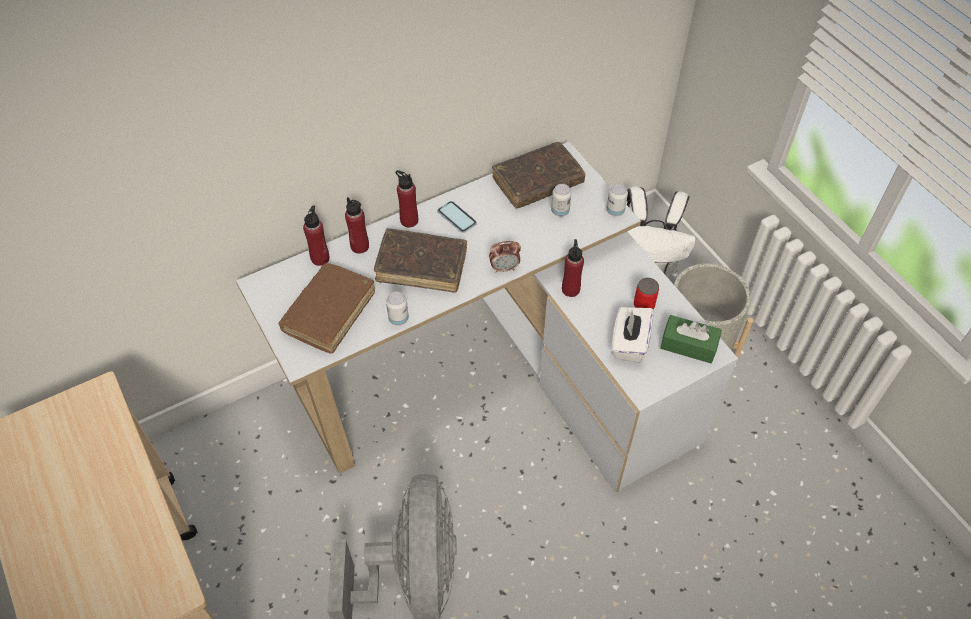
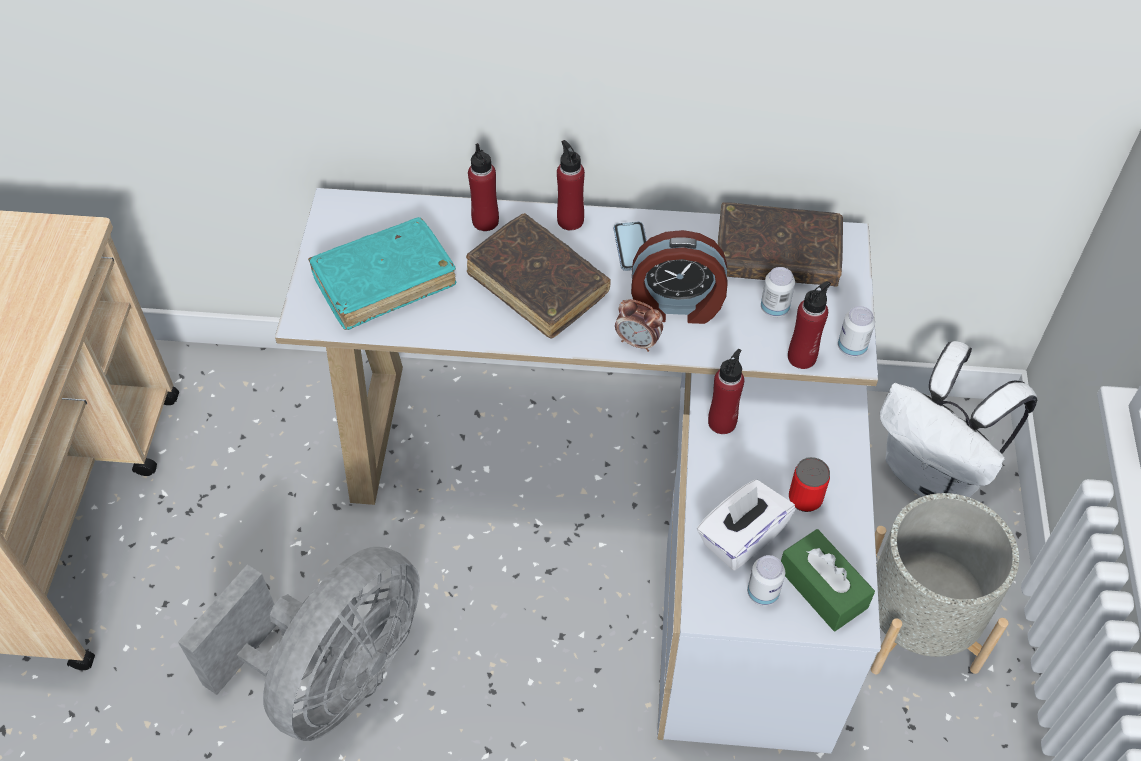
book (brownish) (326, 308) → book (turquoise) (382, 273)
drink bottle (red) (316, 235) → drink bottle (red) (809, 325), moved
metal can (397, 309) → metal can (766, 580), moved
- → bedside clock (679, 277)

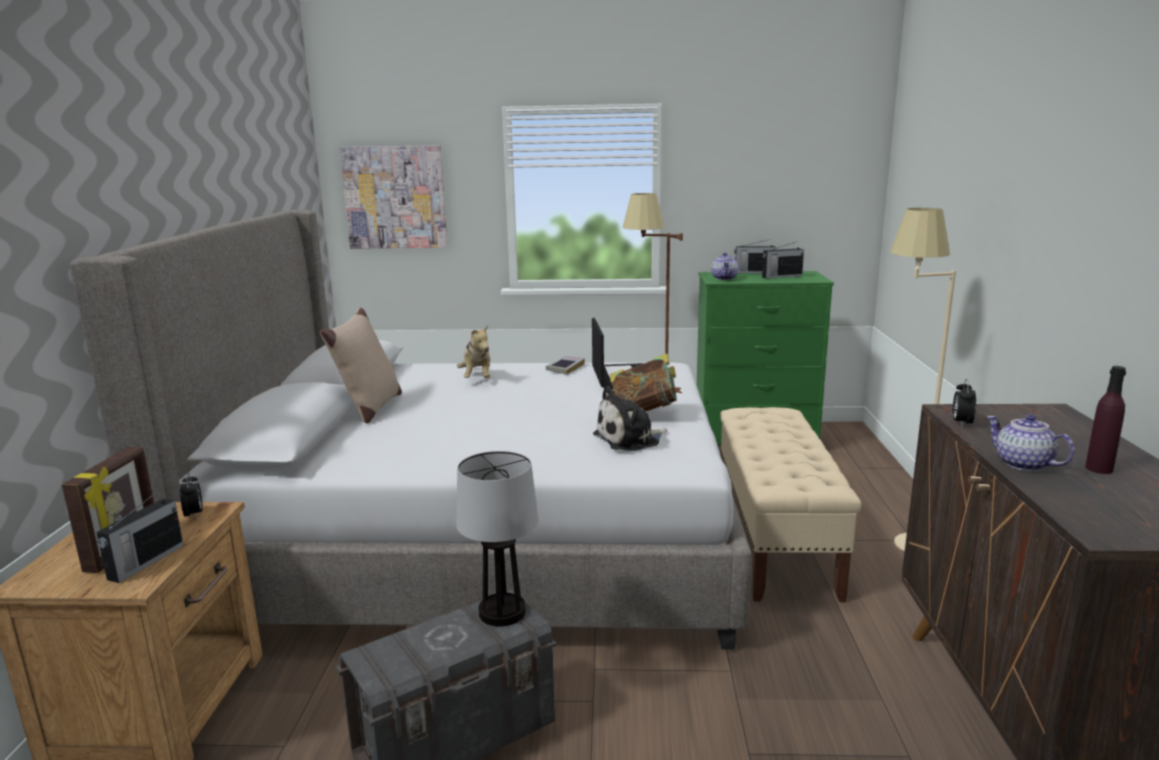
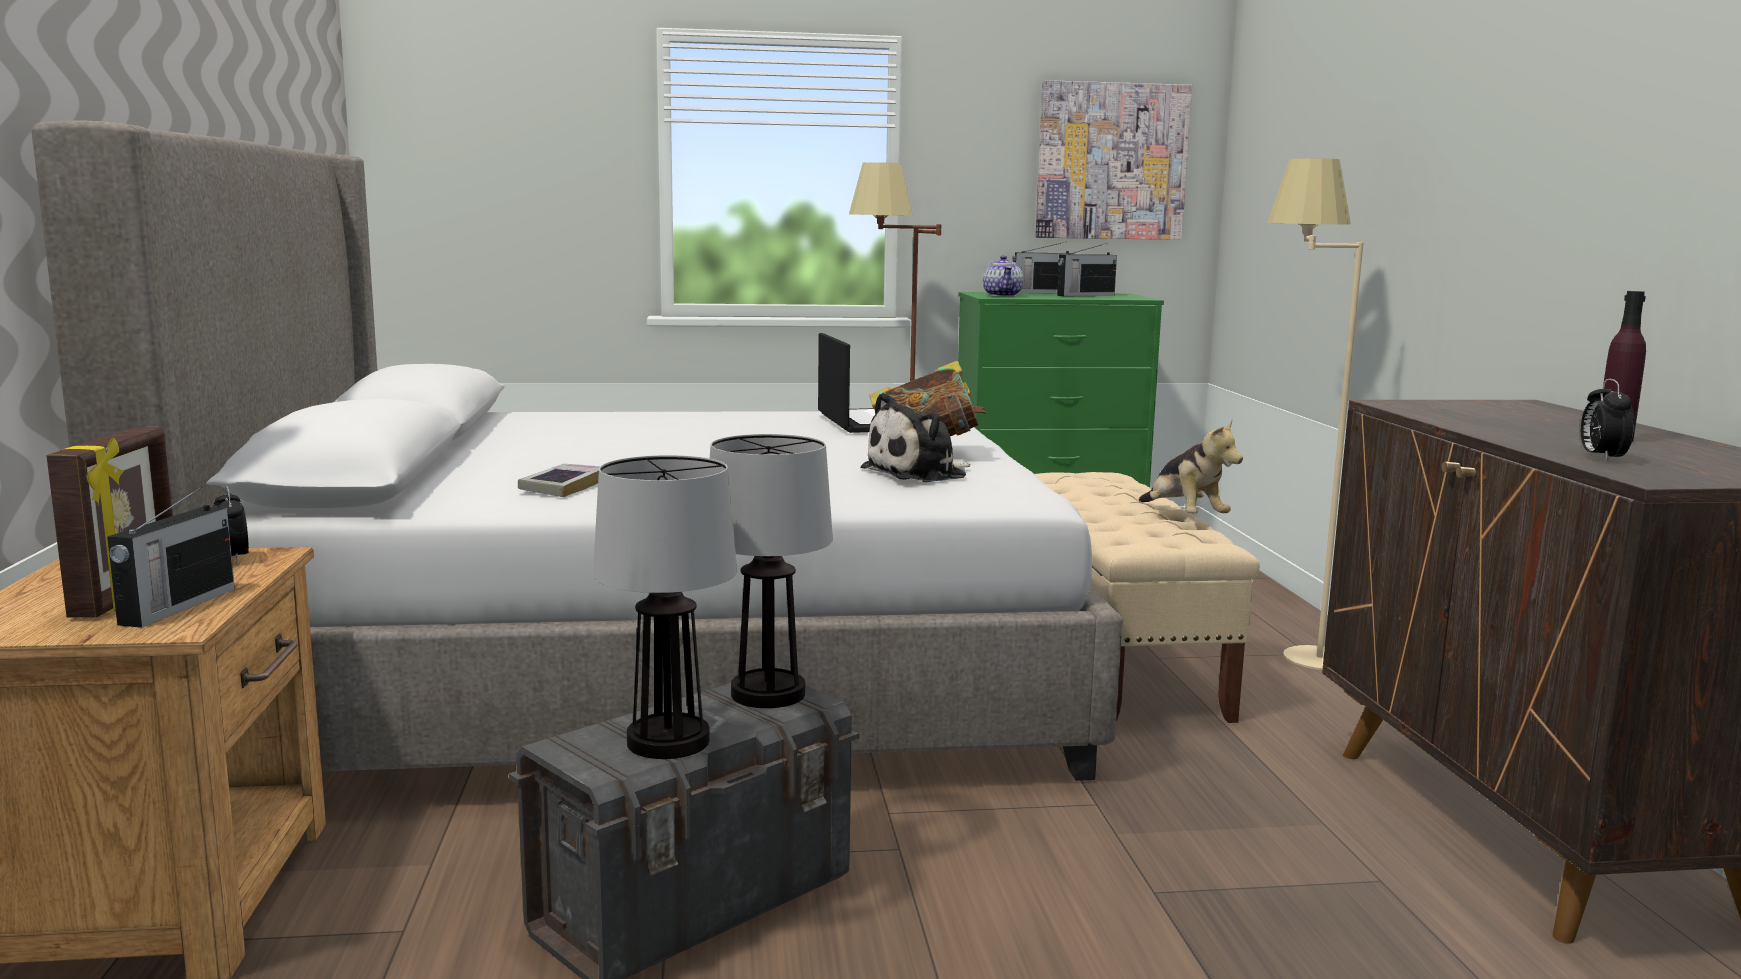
cushion (beige-coloured) (361, 366) → -
picture (394, 197) → picture (1114, 160), moved
plush toy (473, 351) → plush toy (1191, 466), moved
book (565, 365) → book (559, 480), moved
bedside clock (964, 403) → bedside clock (1608, 420), moved
tea pot (1030, 443) → -
- → tabletop lamp (665, 607)

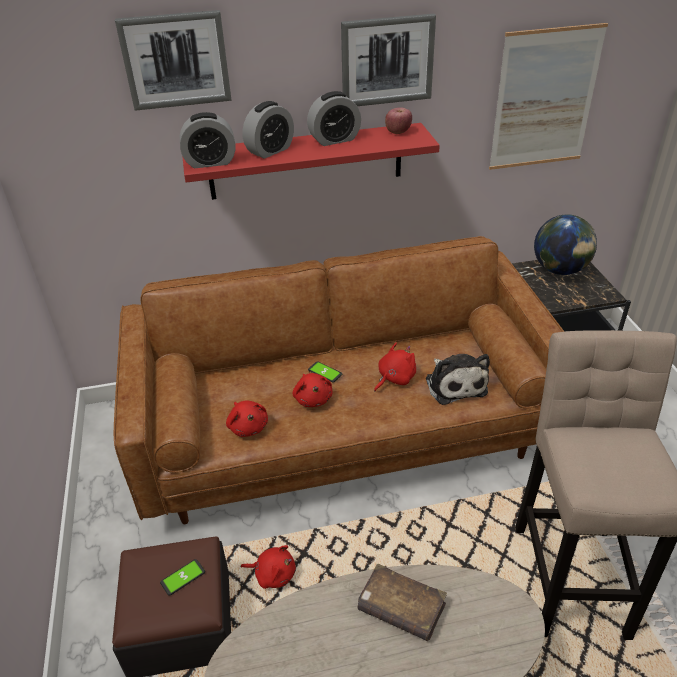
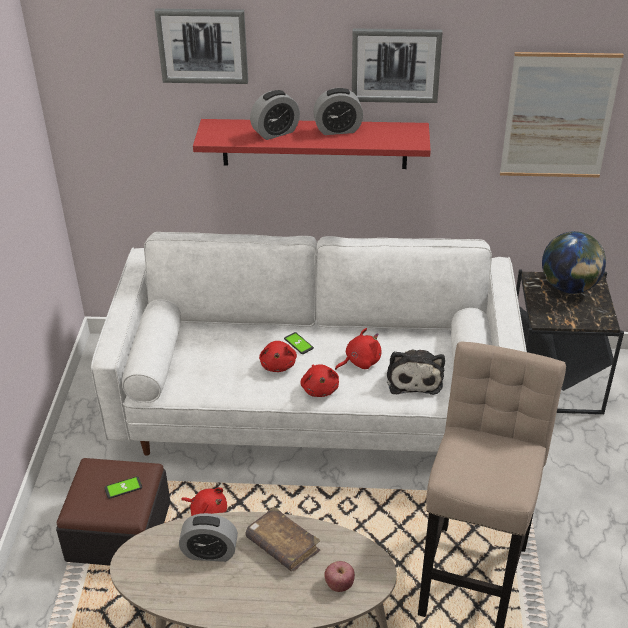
couch (brownish) (339, 380) → couch (white-coloured) (309, 344)
bedside clock (207, 140) → bedside clock (208, 537), moved
plush toy (red) (247, 419) → plush toy (red) (319, 380), moved
apple fruit (398, 120) → apple fruit (339, 576), moved

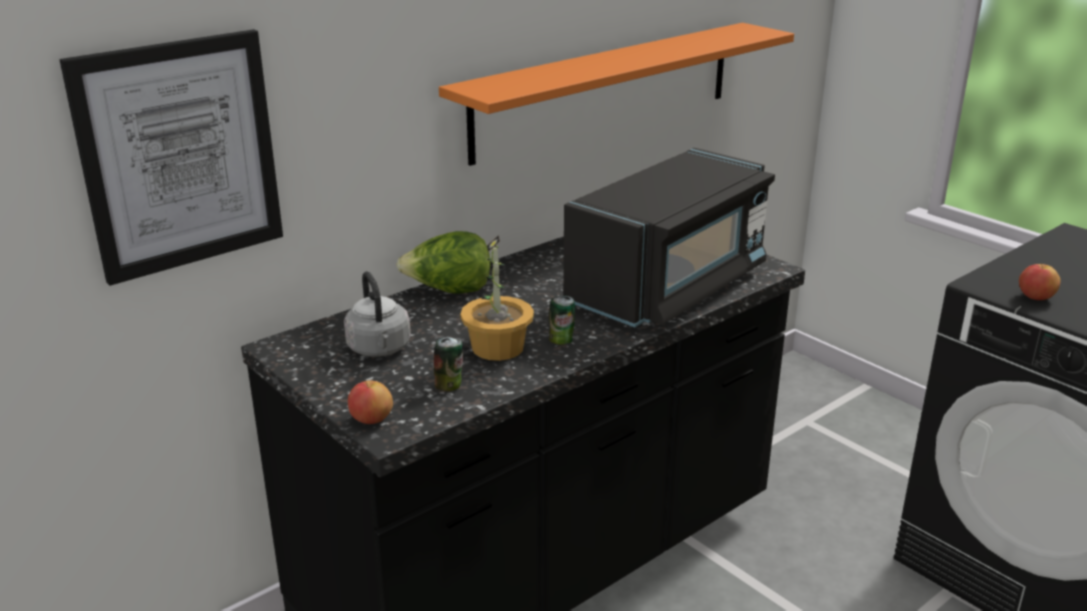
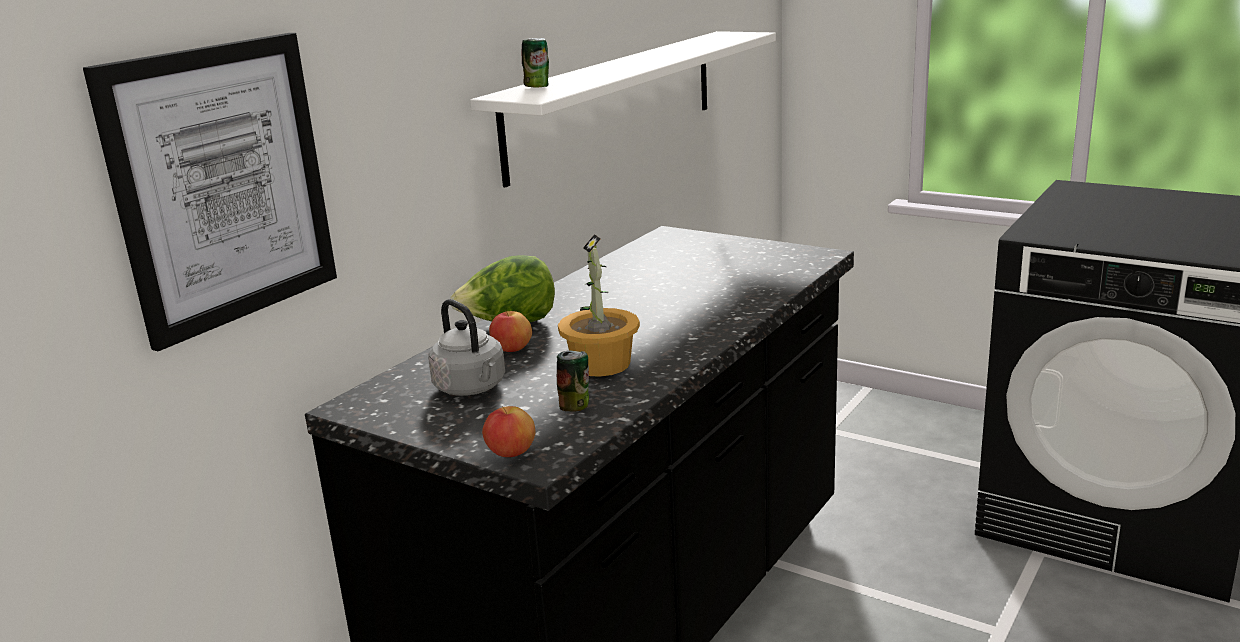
wall shelf (orangey) (616, 94) → wall shelf (white-coloured) (623, 109)
metal can (562, 320) → metal can (535, 62), moved
microwave oven (blackish) (669, 237) → -
apple fruit (1040, 282) → apple fruit (510, 331), moved

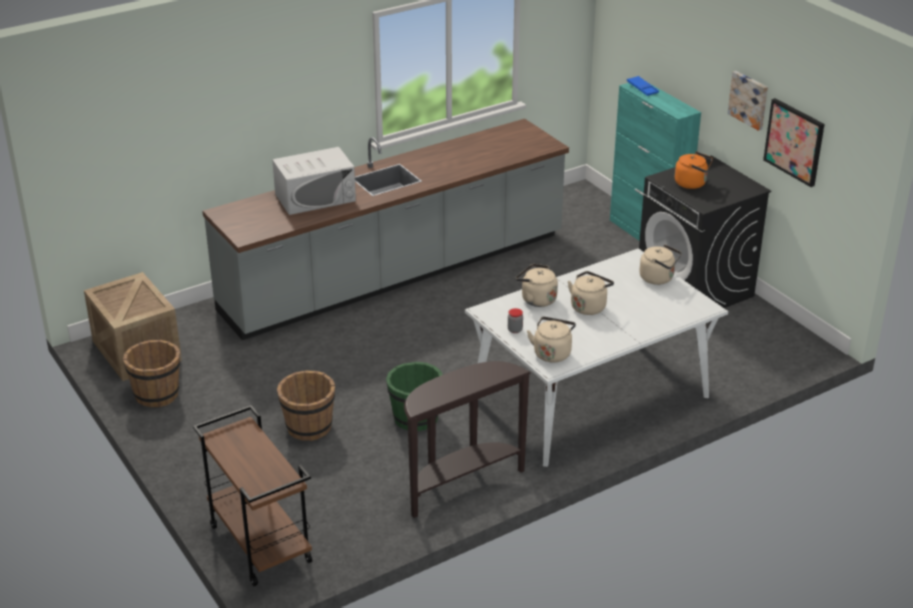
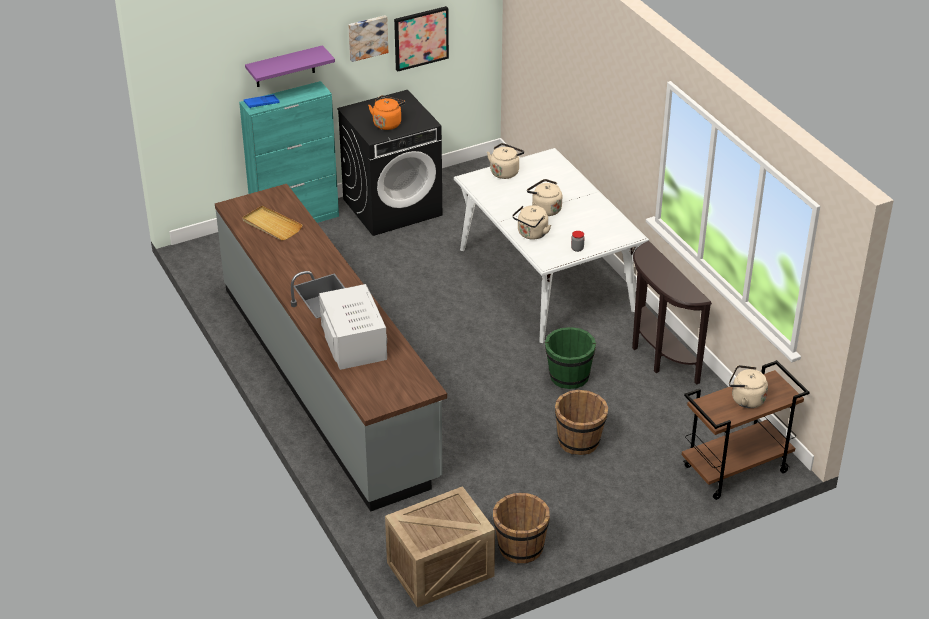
tea kettle (beige-coloured) (551, 340) → tea kettle (beige-coloured) (748, 386), moved
- → tray (beige-coloured) (272, 223)
- → wall shelf (purple-coloured) (290, 66)

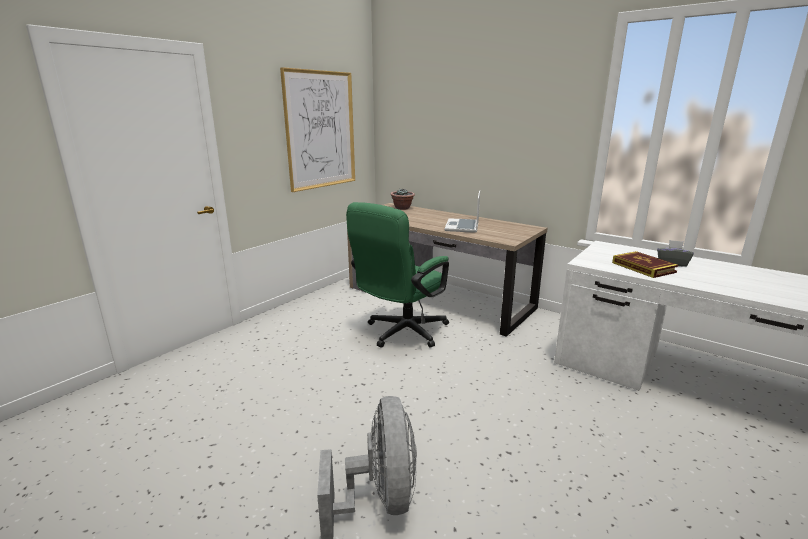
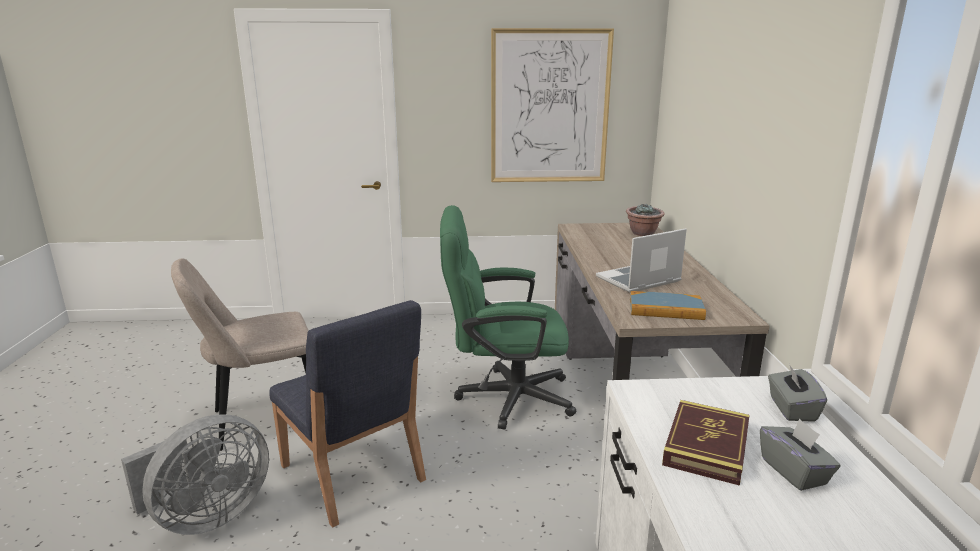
- → upright chair (beige-coloured) (240, 354)
- → upright chair (bluish) (347, 413)
- → book (668, 305)
- → box of tissues (greyish) (797, 394)

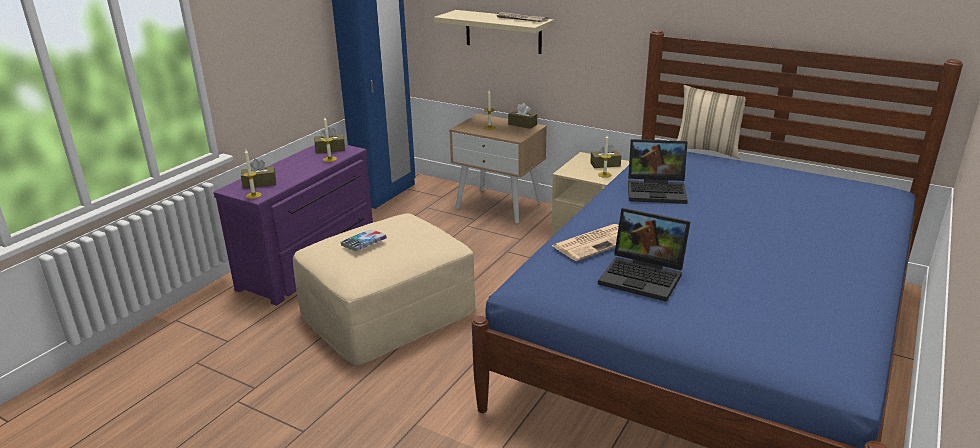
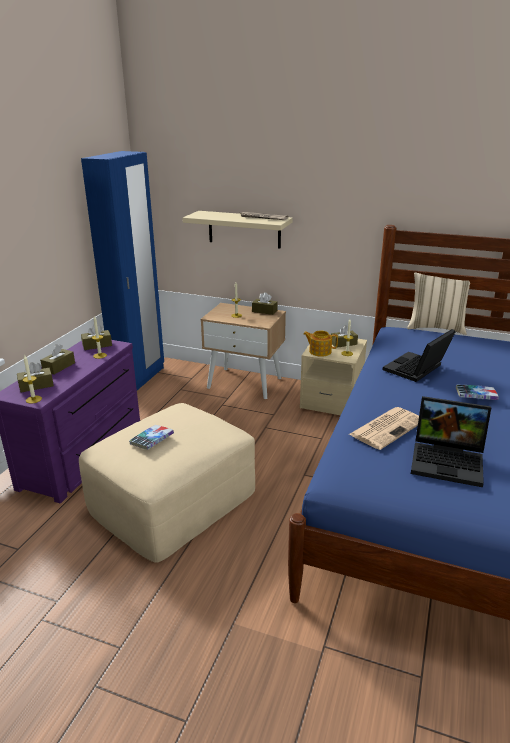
portable computer (658, 171) → portable computer (419, 355), 135 degrees clockwise
- → box of tissues (brownish) (57, 359)
- → tea pot (320, 344)
- → book (477, 392)

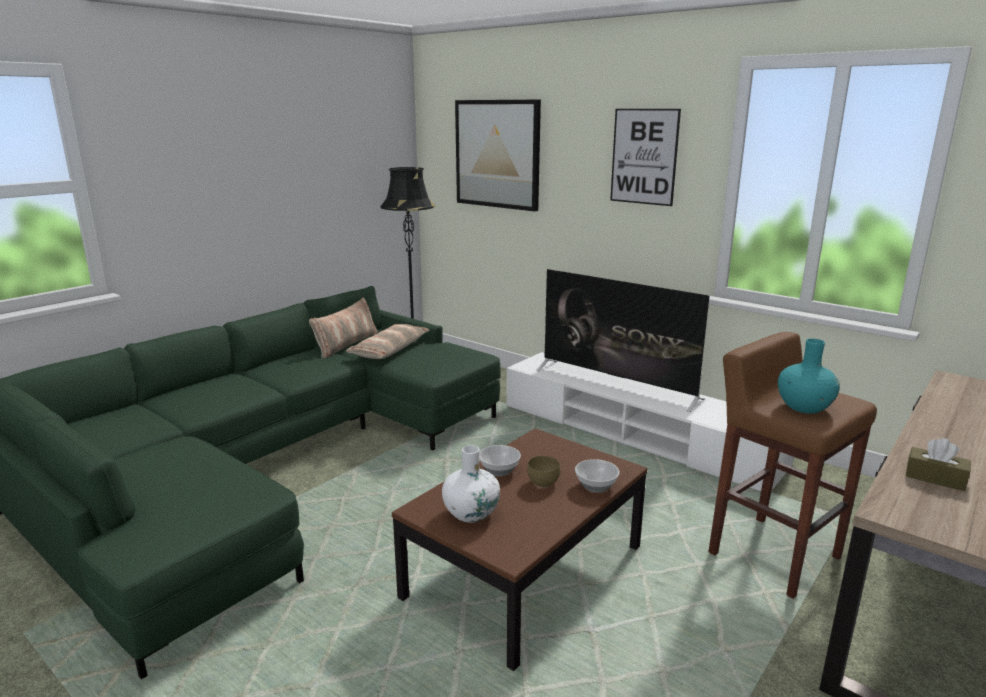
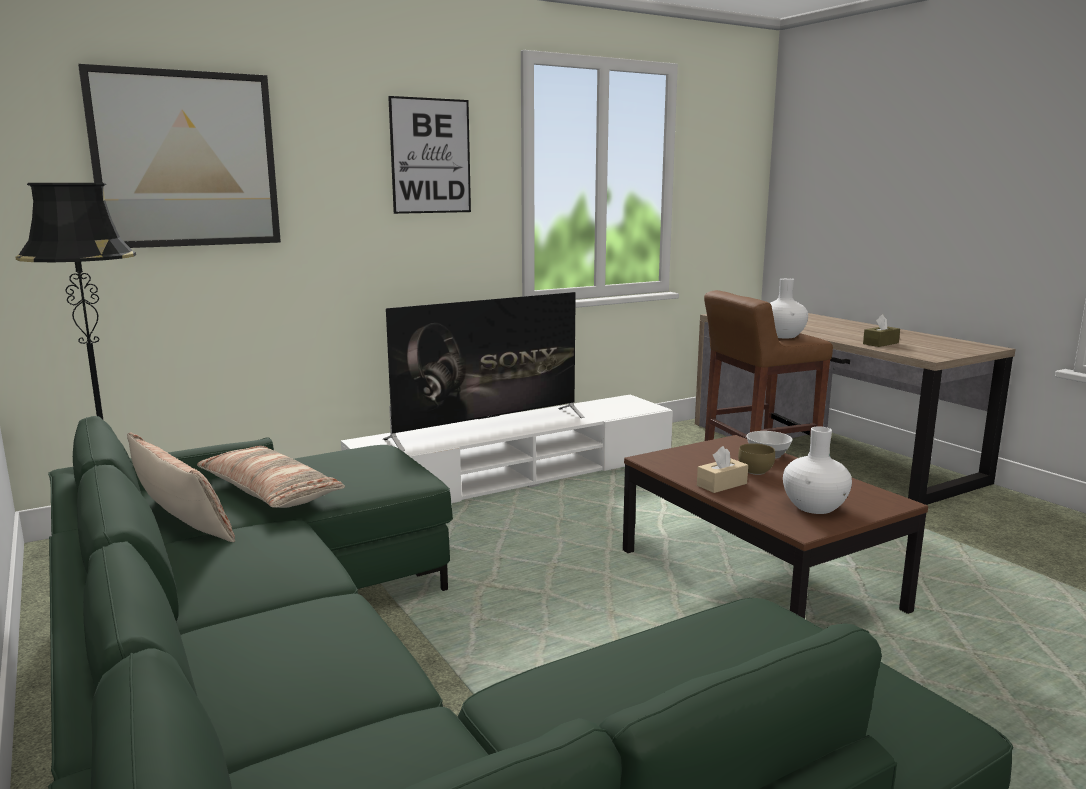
serving bowl (500, 460) → box of tissues (beige-coloured) (722, 469)
flower vase (turquoise) (809, 376) → flower vase (white-coloured) (789, 308)

